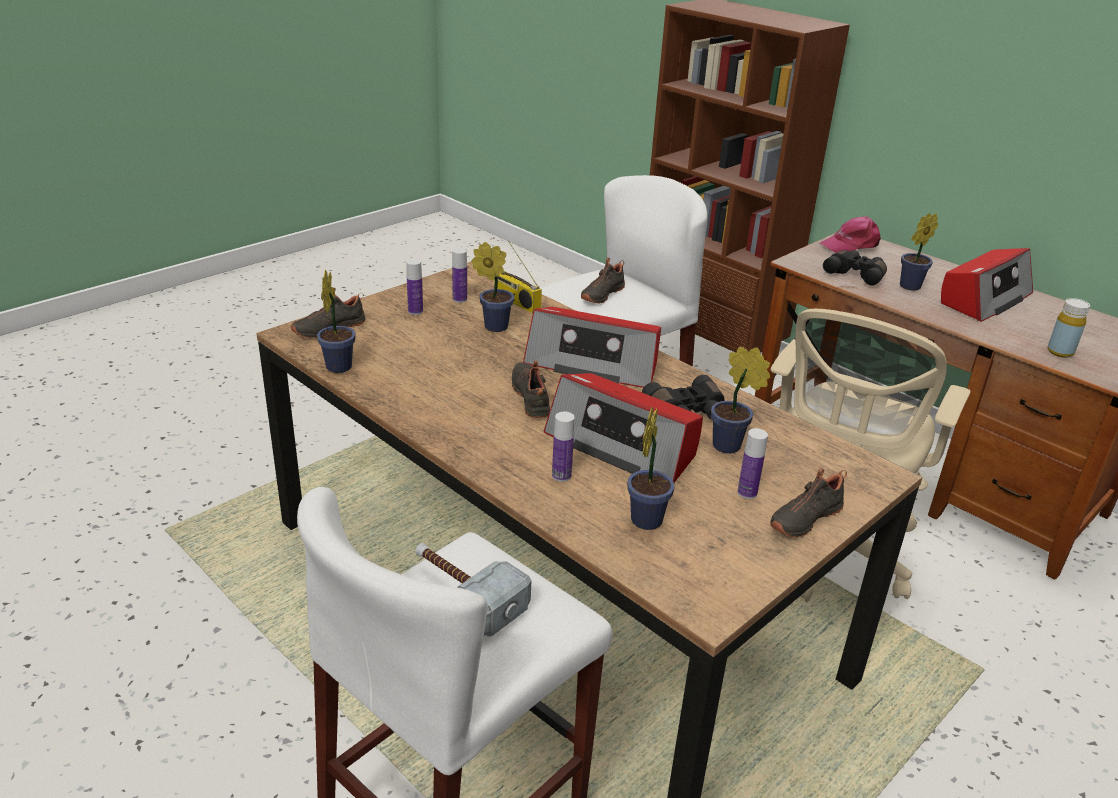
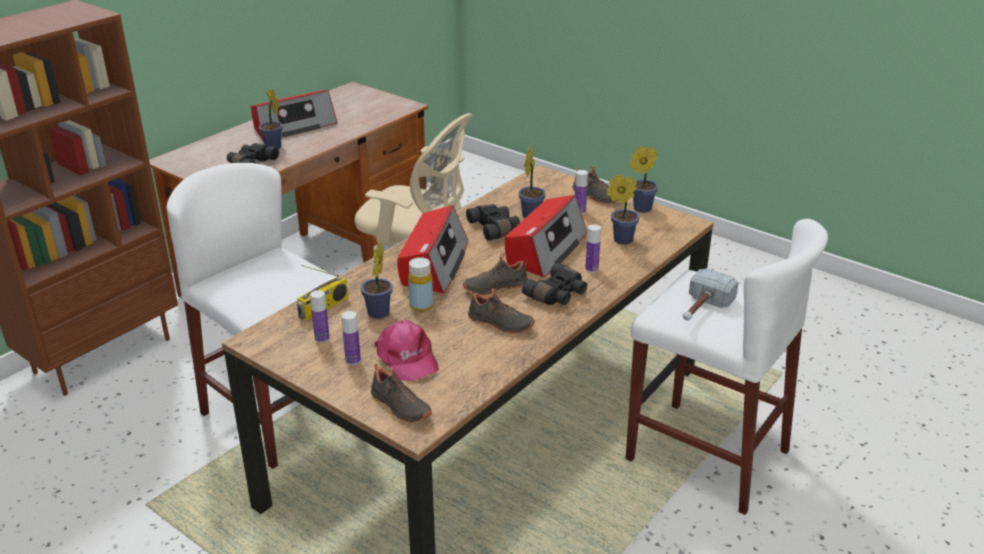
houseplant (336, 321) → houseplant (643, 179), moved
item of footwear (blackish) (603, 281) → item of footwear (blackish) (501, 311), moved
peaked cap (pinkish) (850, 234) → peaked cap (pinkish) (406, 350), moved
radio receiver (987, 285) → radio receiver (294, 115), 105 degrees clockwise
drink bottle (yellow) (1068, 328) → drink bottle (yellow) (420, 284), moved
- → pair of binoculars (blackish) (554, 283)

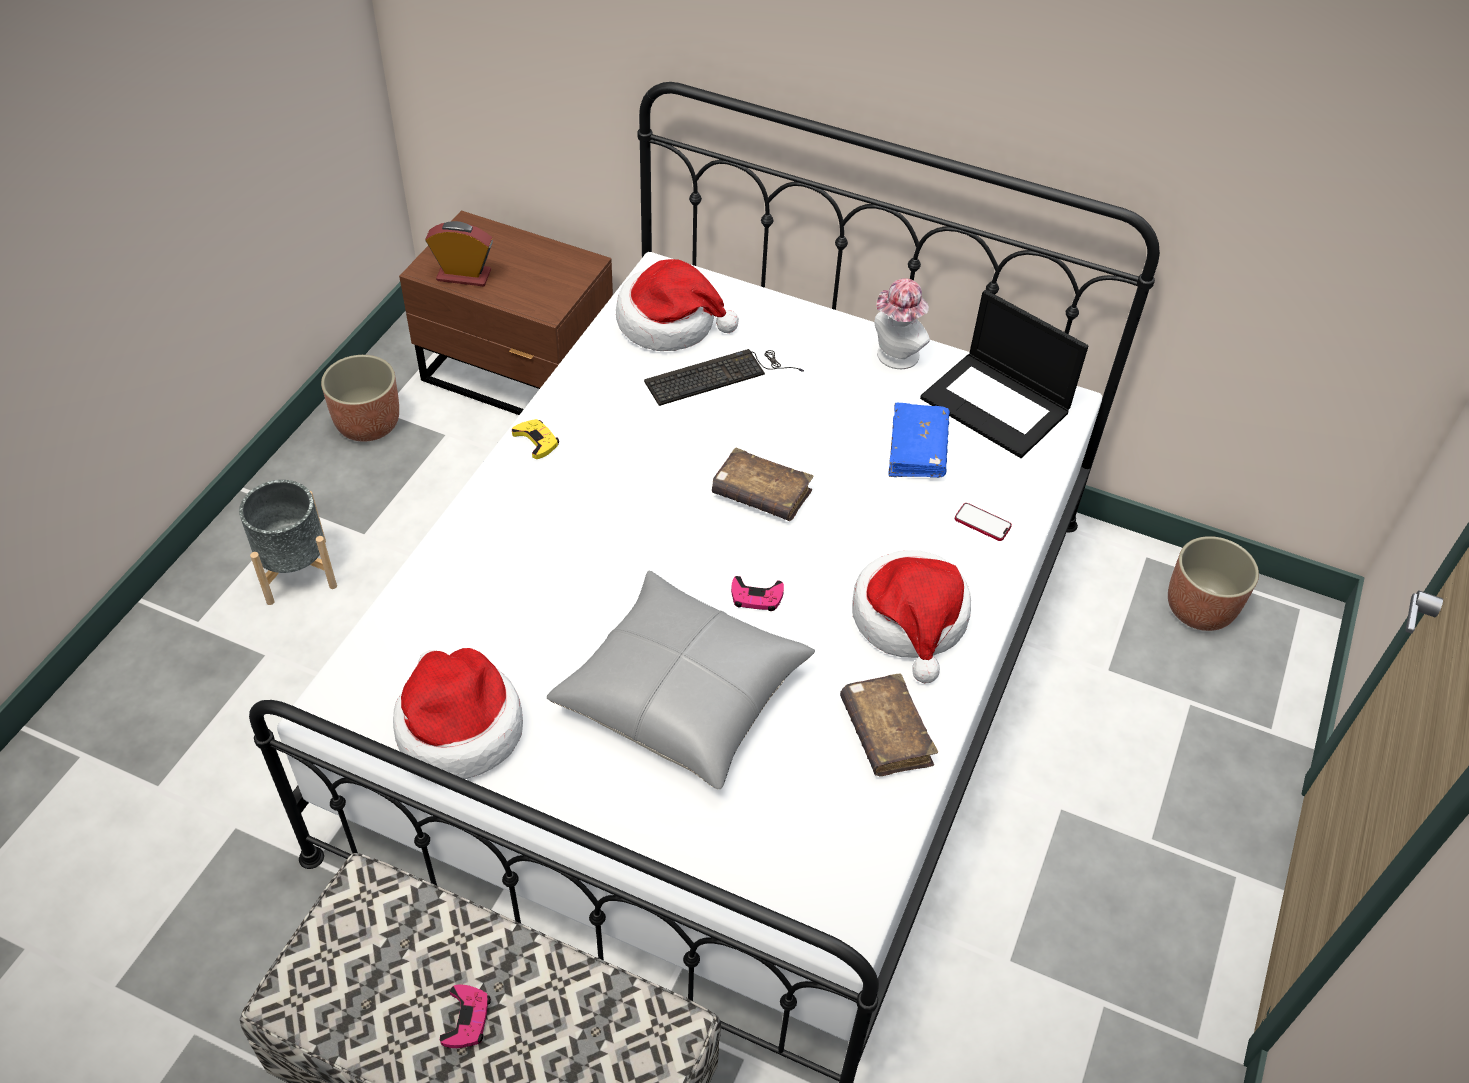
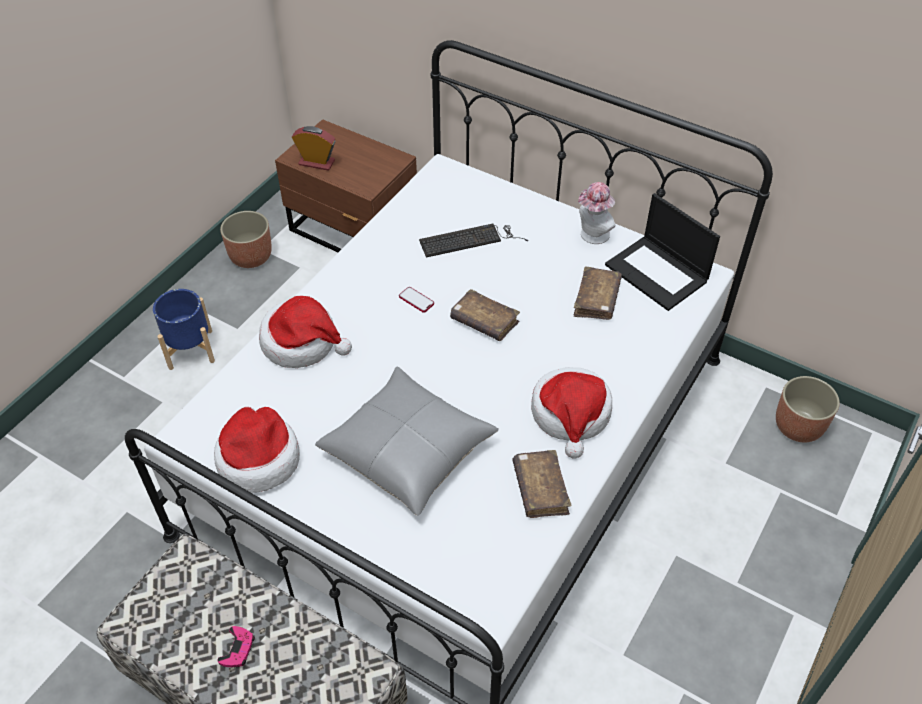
plant pot (greyish) (288, 542) → plant pot (bluish) (184, 329)
joypad (yellow) (535, 439) → -
hat (677, 305) → hat (305, 332), moved
joypad (pinkish) (757, 593) → -
book (bluish) (919, 440) → book (brownish) (597, 293)
phone (983, 522) → phone (416, 300), moved

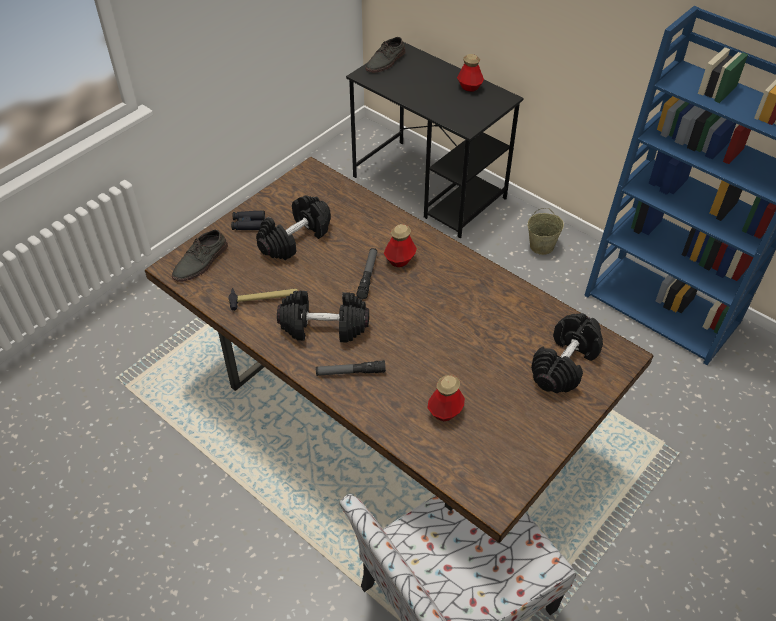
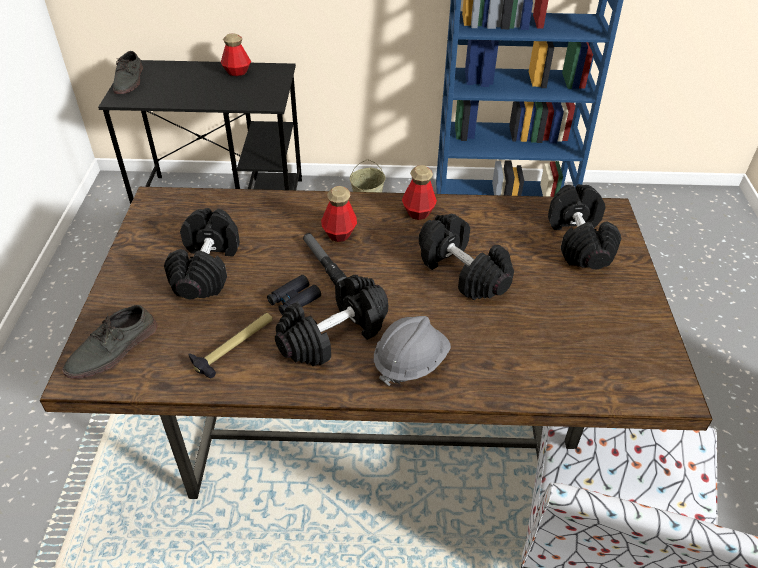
item of footwear (greyish) (200, 256) → item of footwear (greyish) (110, 342), 45 degrees clockwise
pair of binoculars (blackish) (248, 220) → pair of binoculars (blackish) (294, 295), moved
hand torch (351, 368) → work helmet (greyish) (412, 351)
drink bottle (446, 398) → drink bottle (419, 192), moved
- → free weight (blackish) (466, 256)

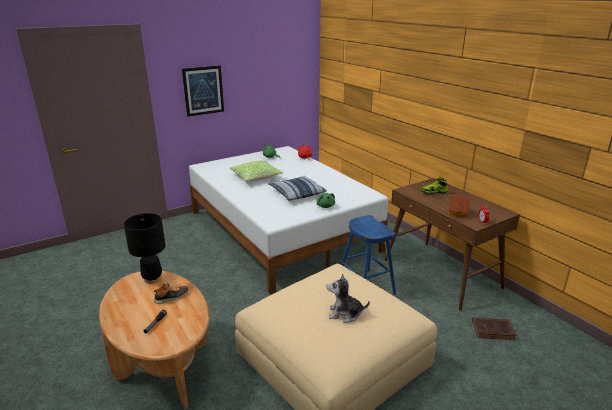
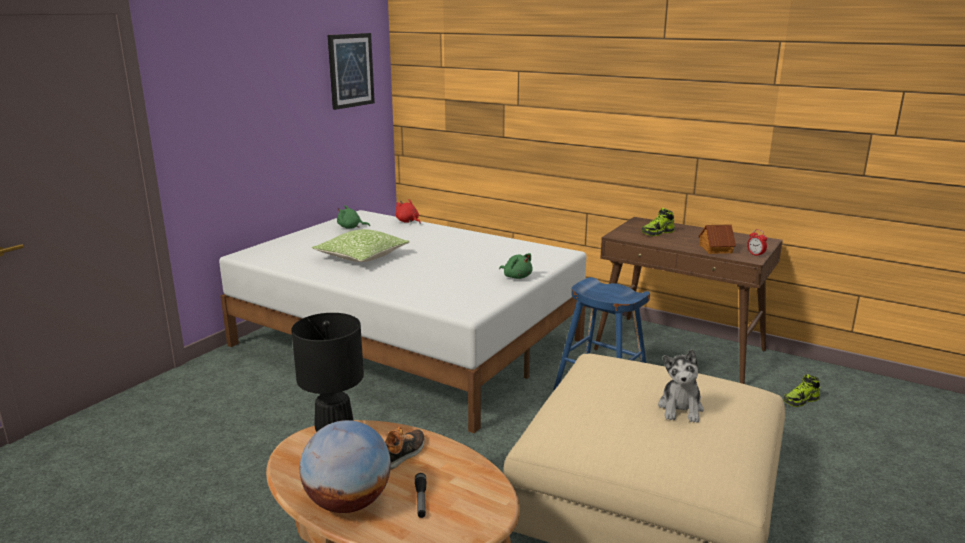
picture (203, 90) → picture (351, 71), moved
cushion (297, 188) → -
plush toy (348, 298) → plush toy (681, 386), 60 degrees counterclockwise
book (brownish) (494, 328) → item of footwear (801, 390)
- → world globe (345, 466)

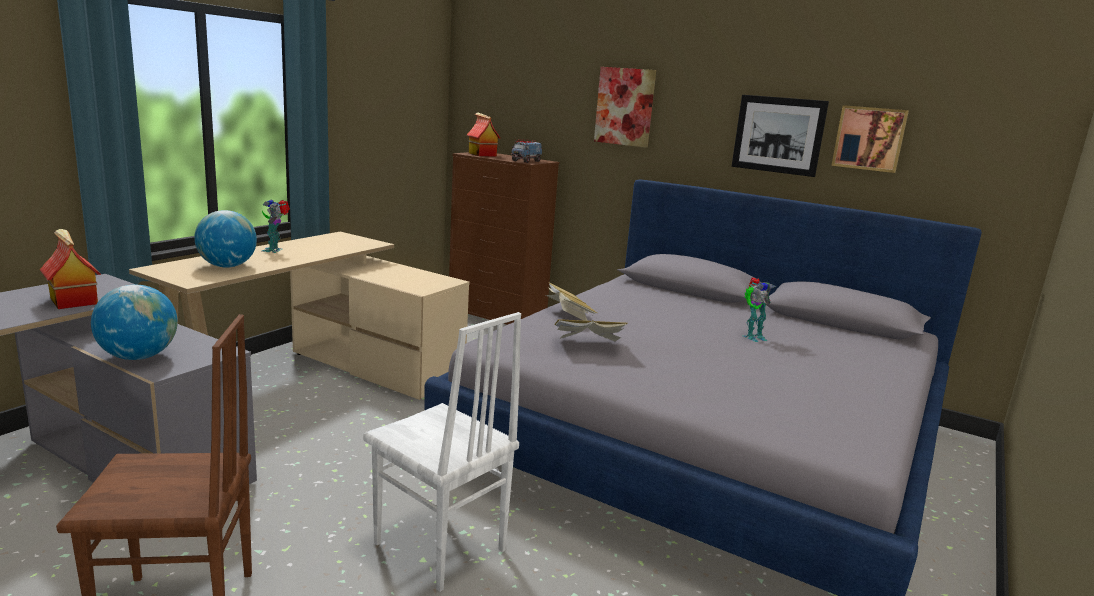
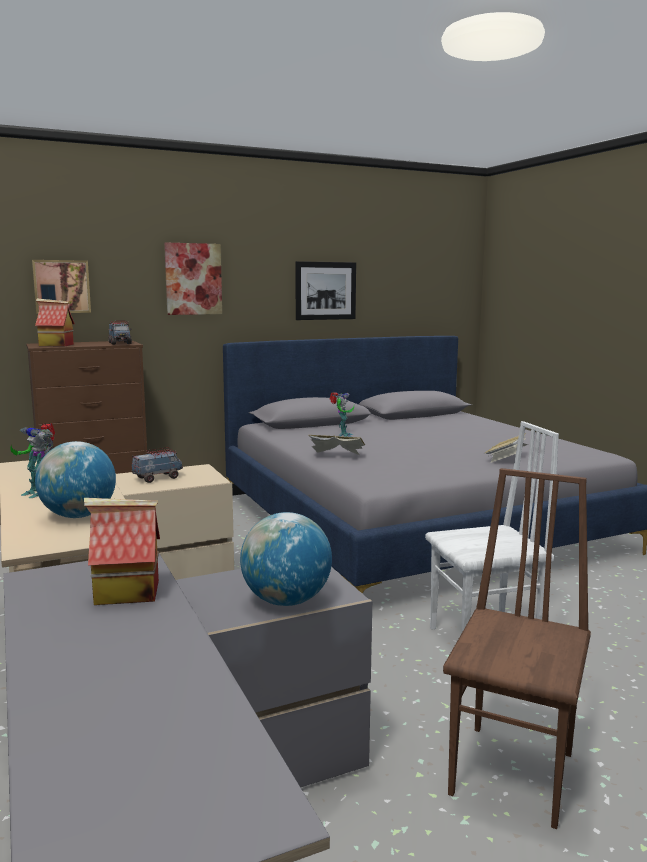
book (591, 330) → book (506, 448), moved
toy robot (759, 310) → toy robot (342, 414), moved
picture (870, 139) → picture (61, 286), moved
- → toy lorry (157, 465)

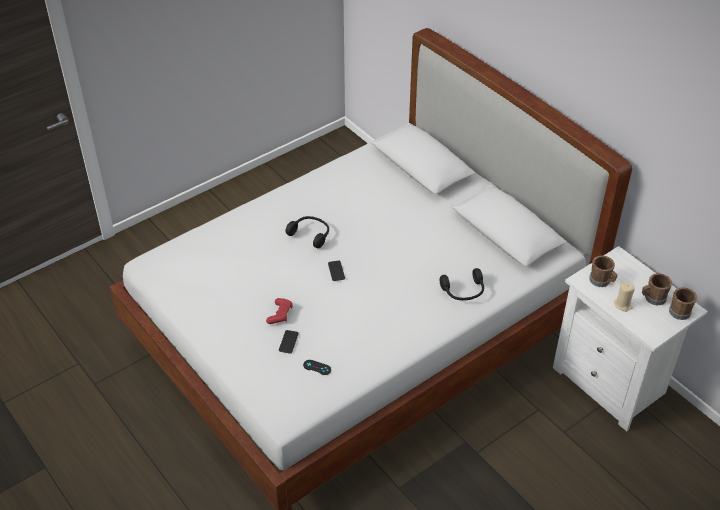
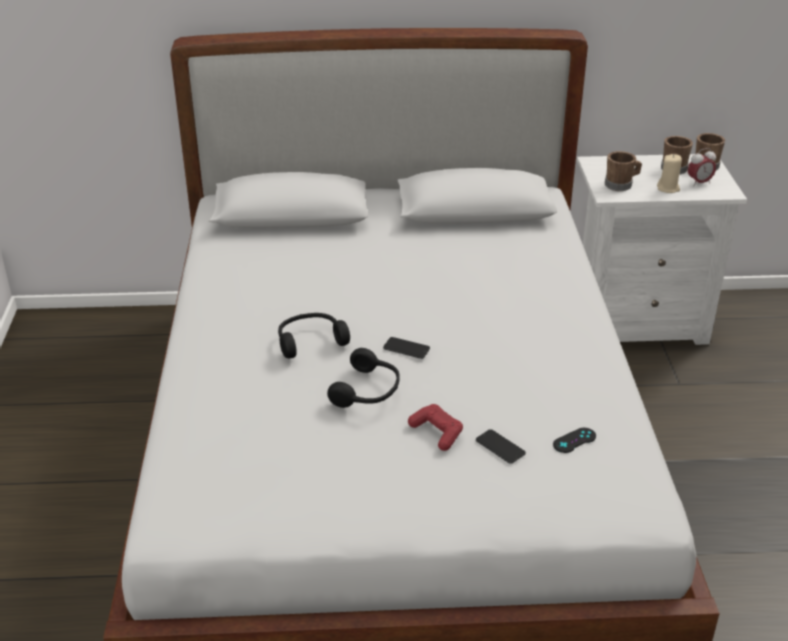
pair of headphones (blackish) (462, 284) → pair of headphones (blackish) (363, 378), moved
- → bedside clock (702, 167)

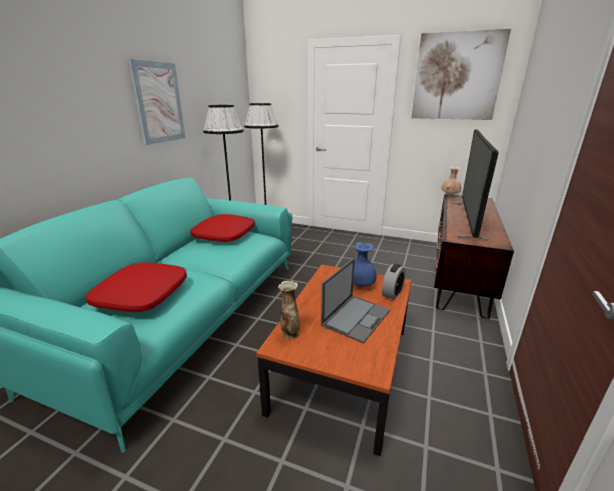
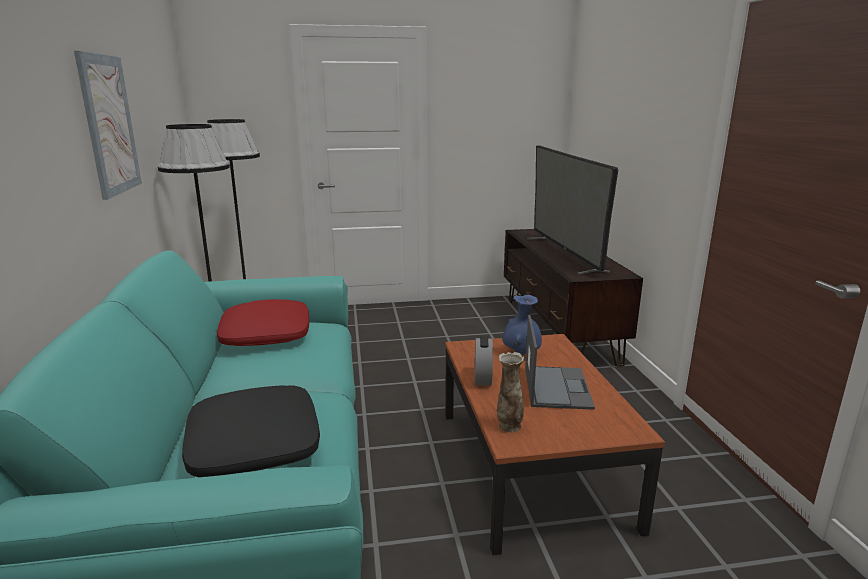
cushion (red) (136, 287) → cushion (blackish) (251, 431)
bedside clock (394, 282) → bedside clock (484, 361), moved
picture (461, 74) → -
flower vase (beige-coloured) (451, 181) → -

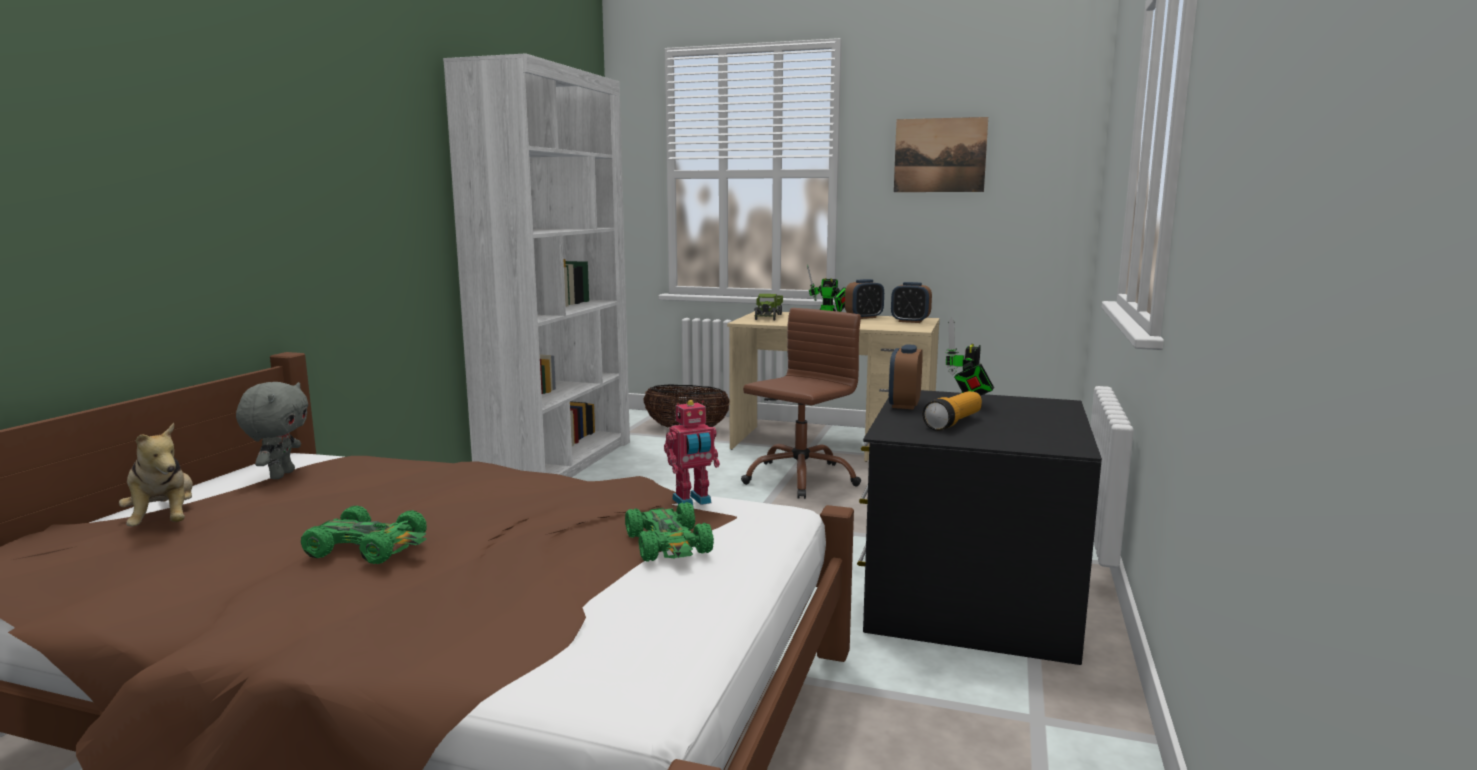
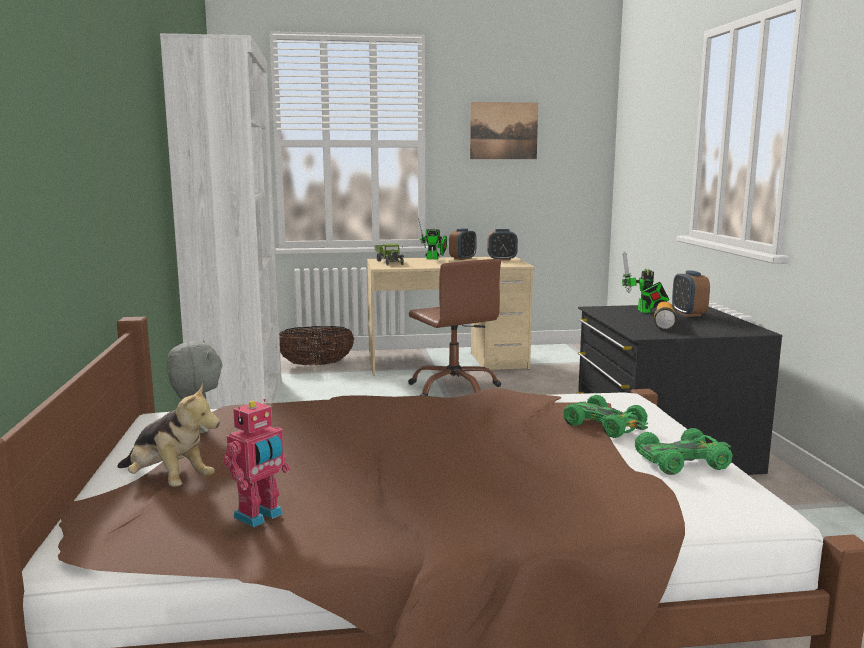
model car (green) (364, 535) → model car (green) (684, 451), moved
toy robot (692, 452) → toy robot (256, 463), moved
office chair (brownish) (801, 403) → office chair (brownish) (454, 327), 135 degrees clockwise
bedside clock (906, 376) → bedside clock (691, 294), moved

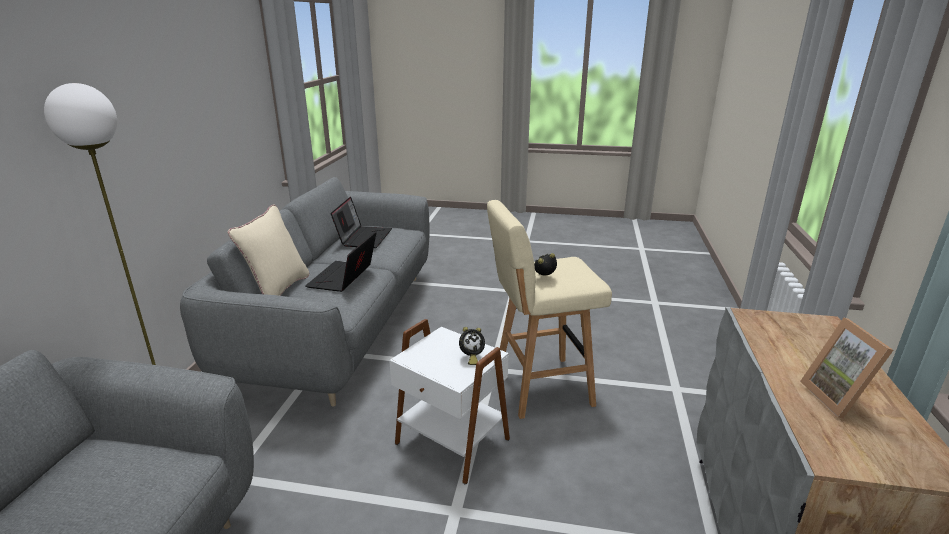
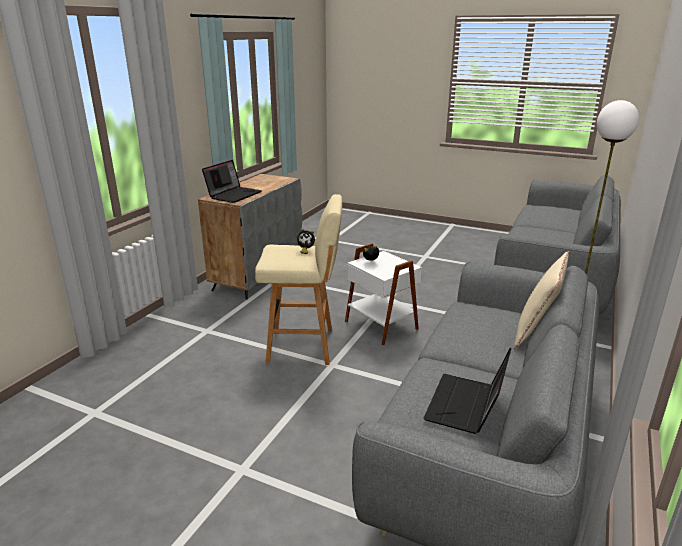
portable computer (340, 261) → portable computer (232, 181), moved
picture frame (846, 368) → -

